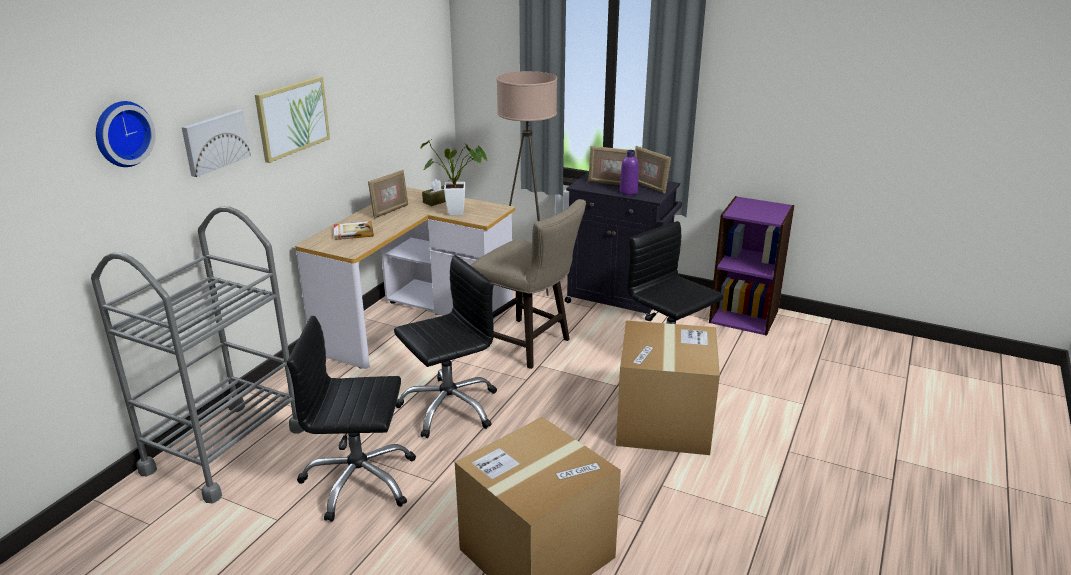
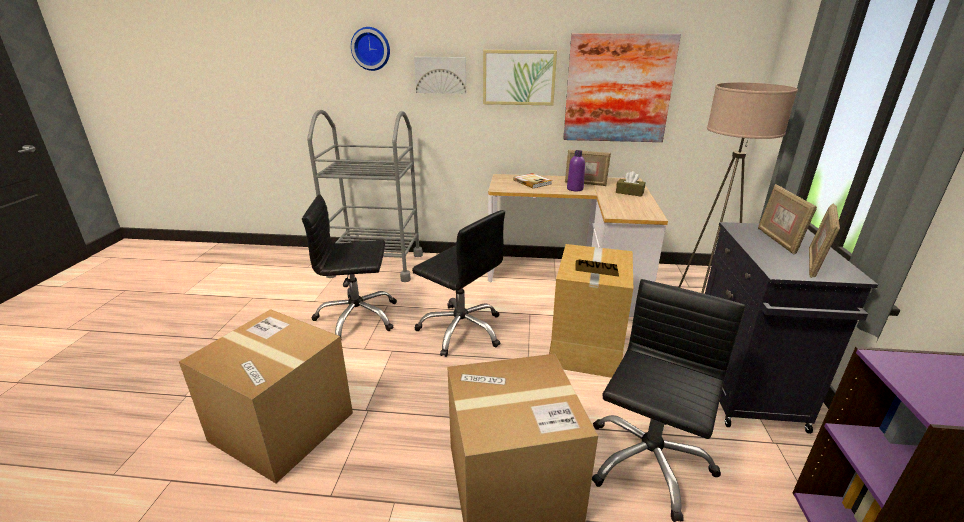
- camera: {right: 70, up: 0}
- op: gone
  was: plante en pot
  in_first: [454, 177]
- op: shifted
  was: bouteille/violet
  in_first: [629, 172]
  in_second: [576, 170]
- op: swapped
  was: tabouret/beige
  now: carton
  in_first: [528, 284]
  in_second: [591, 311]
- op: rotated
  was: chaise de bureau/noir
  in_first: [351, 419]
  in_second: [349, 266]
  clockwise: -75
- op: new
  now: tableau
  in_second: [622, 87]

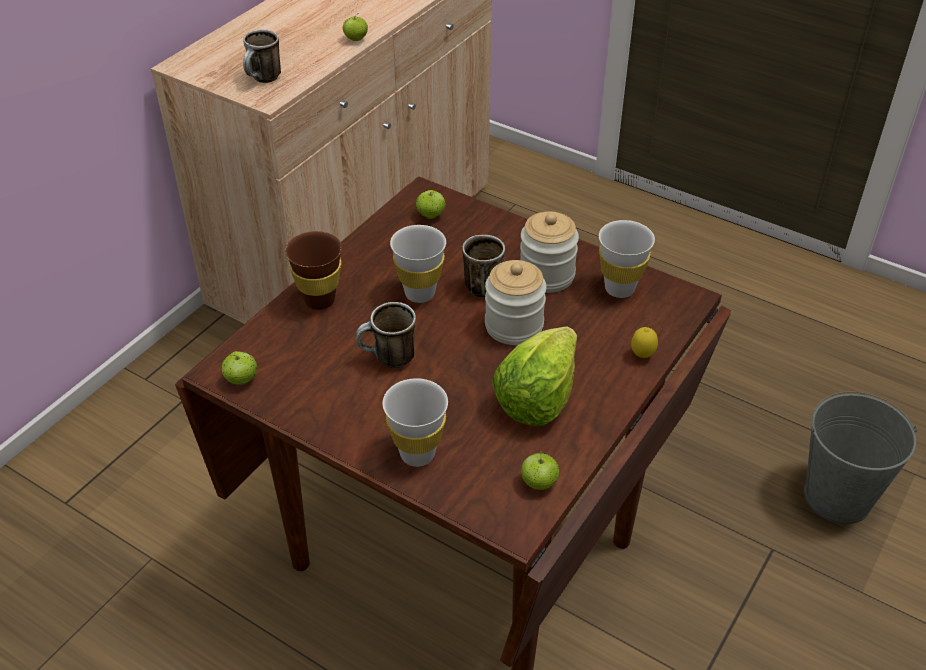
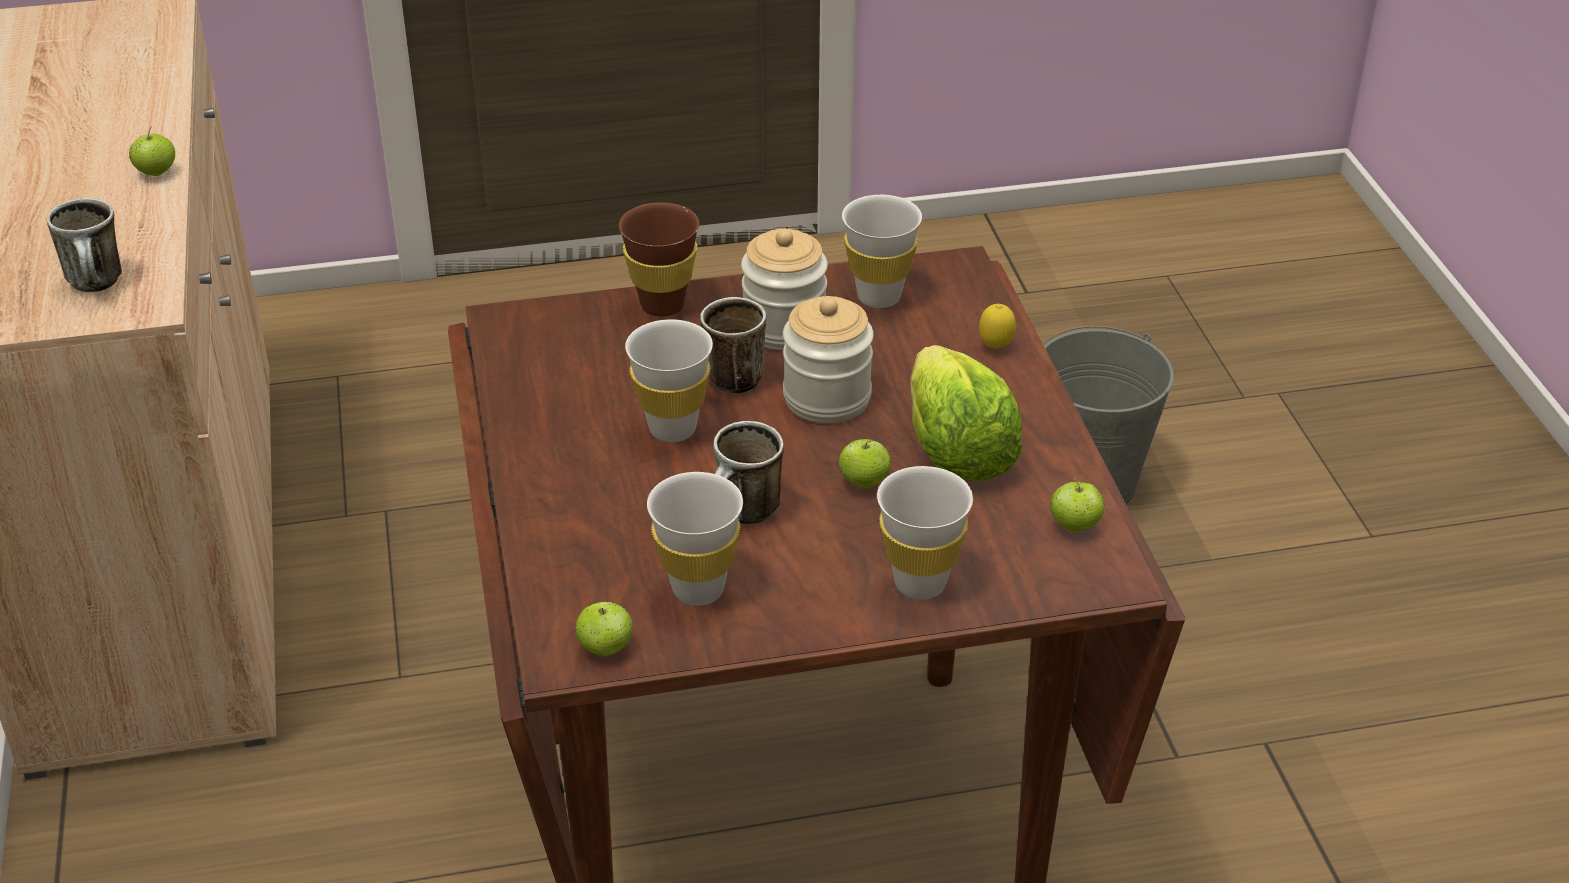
- camera: {right: -45, up: -5}
- op: shifted
  was: pomme
  in_first: [431, 204]
  in_second: [865, 463]
- op: shifted
  was: tasse/marron
  in_first: [313, 270]
  in_second: [659, 259]
- op: new
  now: tasse/blanc
  in_second: [695, 539]

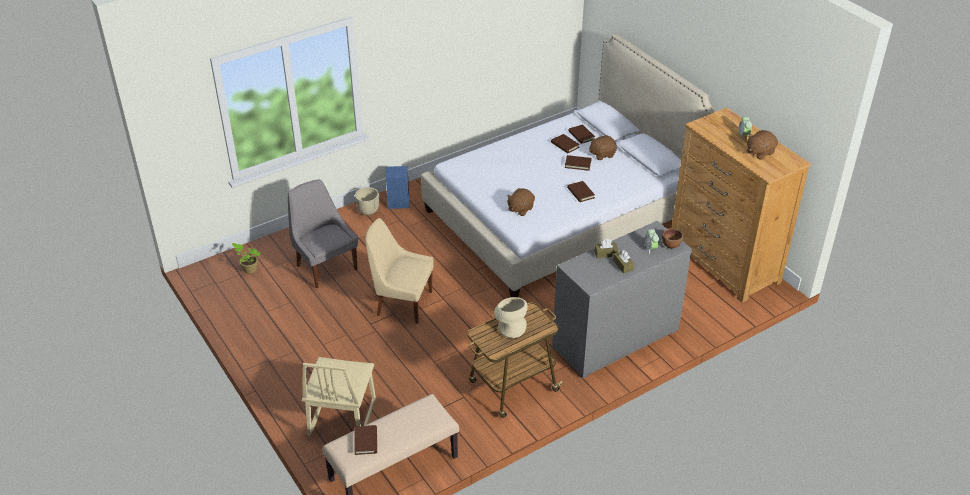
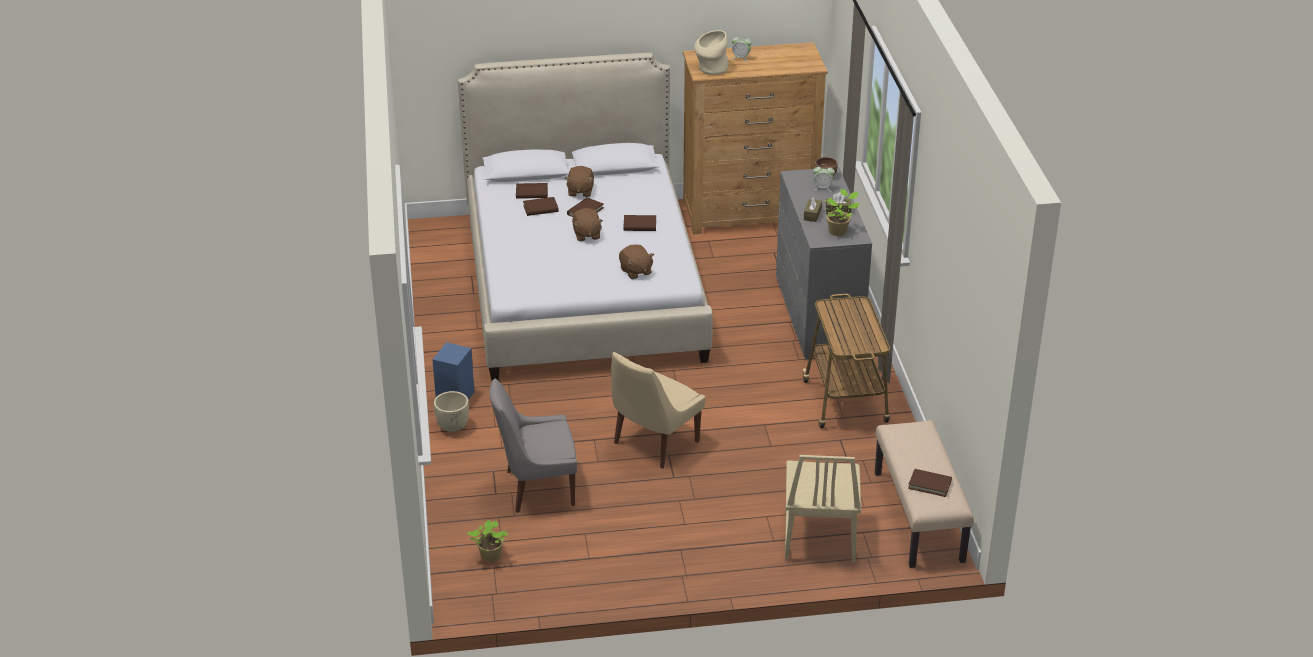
- camera: {right: -65, up: -5}
- op: shifted
  was: peluche/marron
  in_first: [762, 145]
  in_second: [587, 224]
- op: shifted
  was: vase/beige
  in_first: [511, 317]
  in_second: [711, 52]
- op: rotated
  was: chaise/beige
  in_first: [339, 396]
  in_second: [823, 508]
  clockwise: 60
- op: new
  now: plante en pot
  in_second: [842, 212]

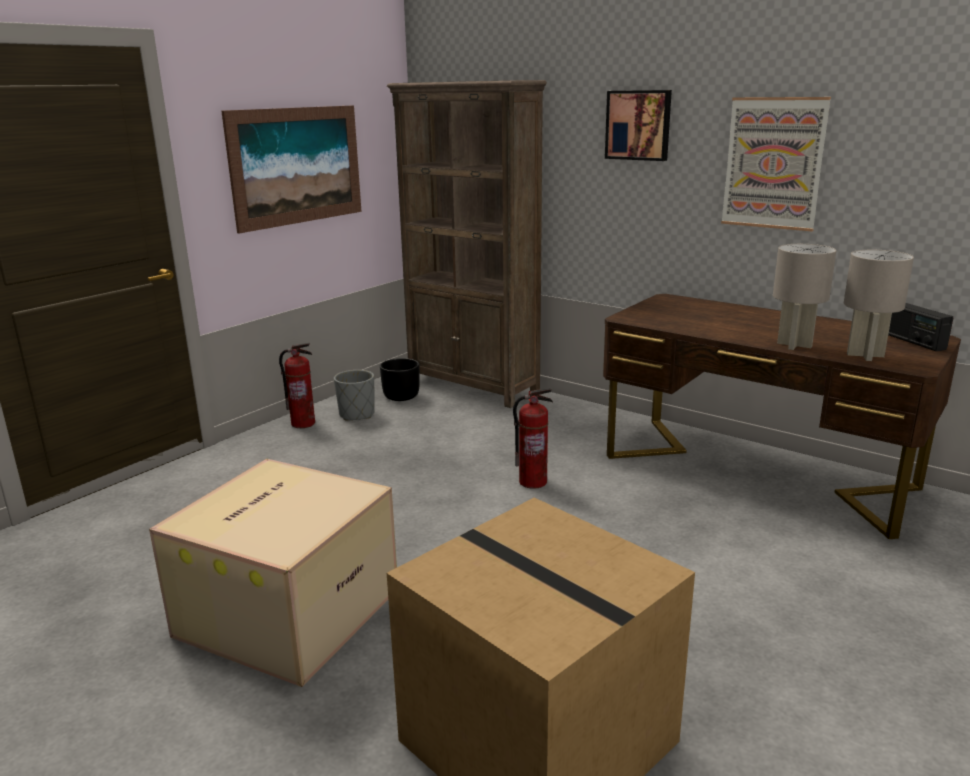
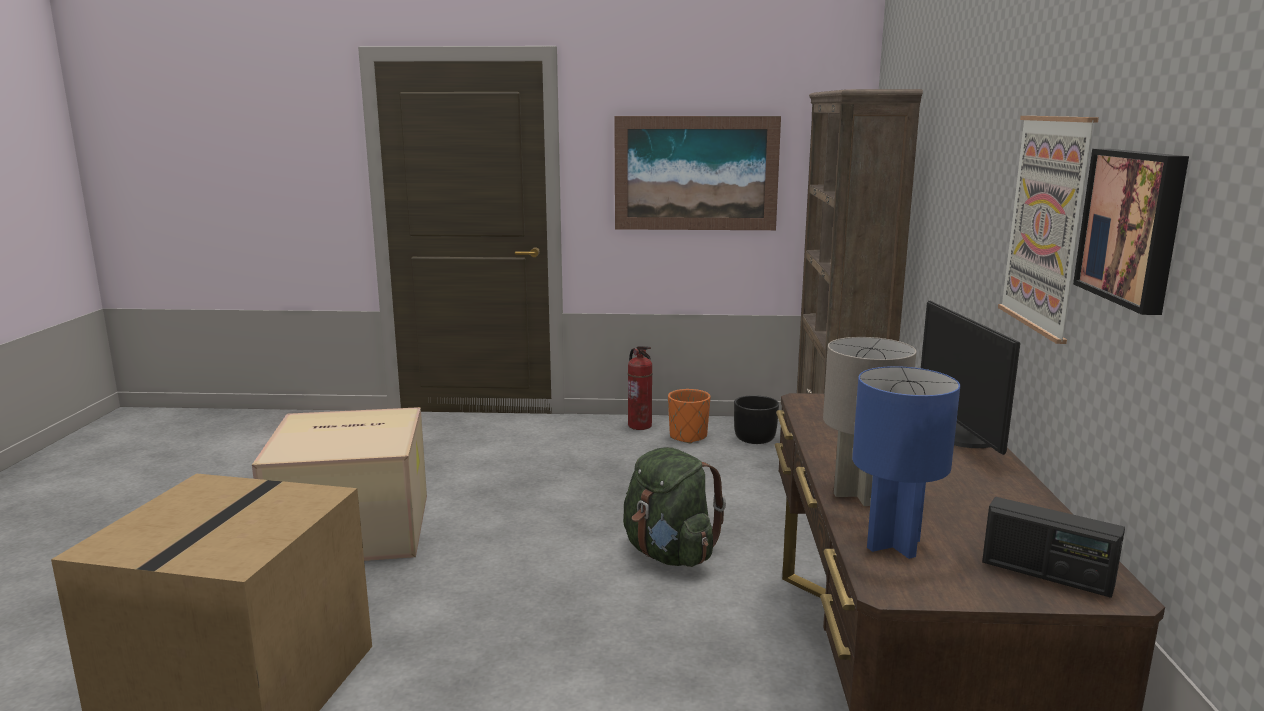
- camera: {right: 55, up: -5}
- op: shifted
  was: tableau
  in_first: [638, 125]
  in_second: [1131, 232]
- op: repainted
  was: lampe de table/gris
  now: lampe de table/bleu
  in_first: [879, 305]
  in_second: [906, 462]
- op: rotated
  was: radio
  in_first: [921, 327]
  in_second: [1053, 547]
  clockwise: -90
- op: repainted
  was: cache-pot/gris
  now: cache-pot/orange
  in_first: [354, 395]
  in_second: [689, 416]
- op: swapped
  was: extincteur
  now: sac à dos/vert
  in_first: [533, 438]
  in_second: [674, 507]
- op: new
  now: écran d'ordinateur
  in_second: [970, 378]

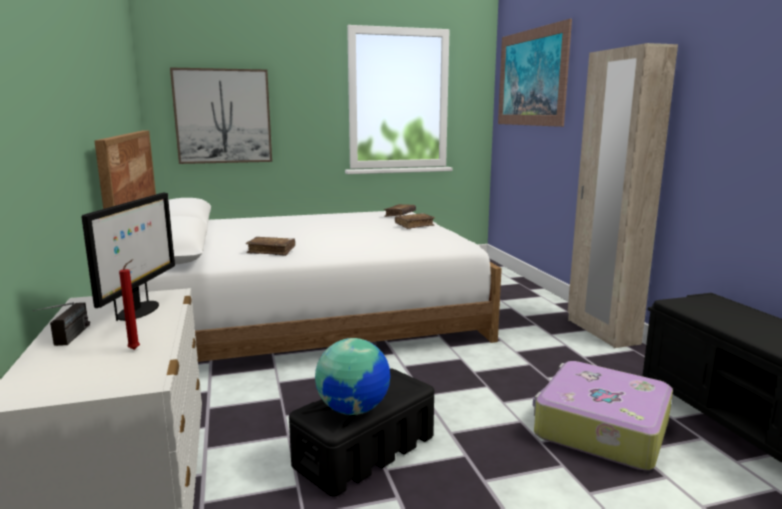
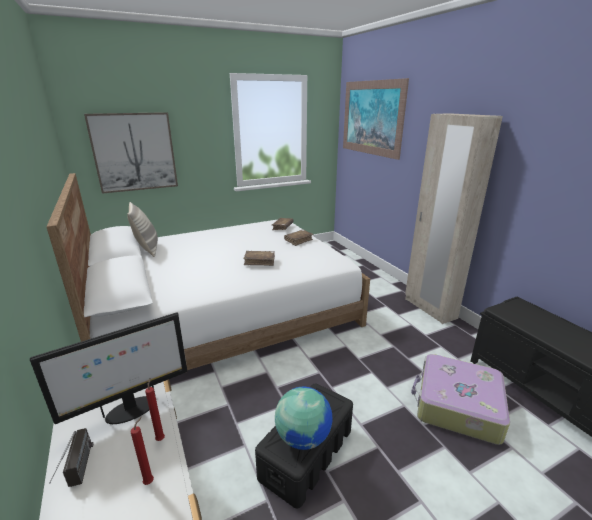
- camera: {right: -10, up: 10}
- op: rotated
  was: écran d'ordinateur
  in_first: [128, 256]
  in_second: [108, 368]
  clockwise: 60
- op: shifted
  was: livre/marron
  in_first: [270, 246]
  in_second: [259, 258]
- op: new
  now: coussin
  in_second: [142, 229]
- op: new
  now: bougie/rouge
  in_second: [155, 409]

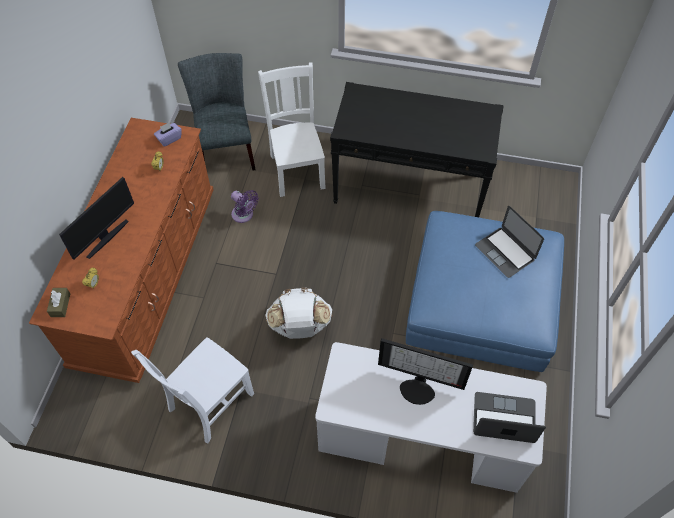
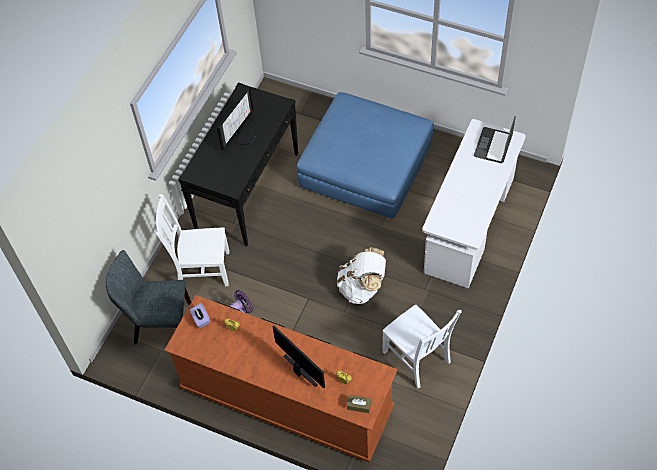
- camera: {right: -75, up: 0}
- op: gone
  was: ordinateur portable
  in_first: [509, 242]
- op: shifted
  was: écran d'ordinateur
  in_first: [425, 371]
  in_second: [236, 118]

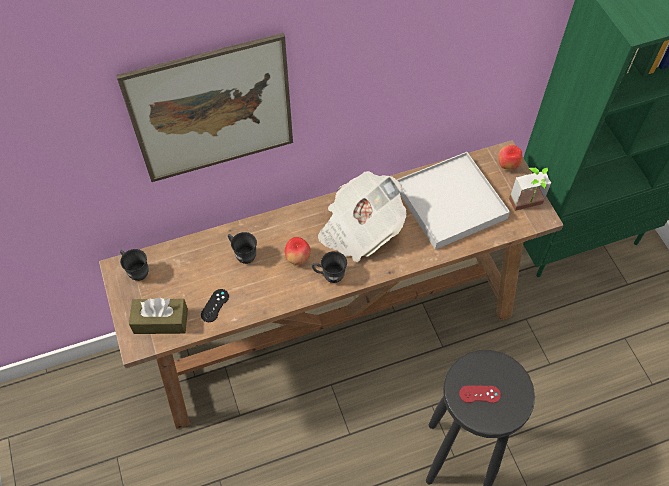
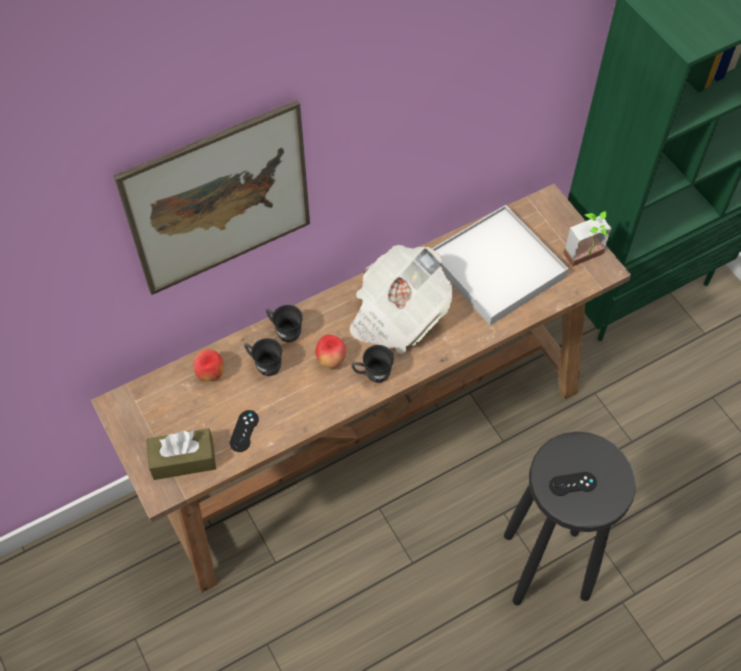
- camera: {right: -10, up: 0}
- op: shifted
  was: pomme
  in_first: [510, 157]
  in_second: [208, 365]
- op: shifted
  was: mug/gris
  in_first: [134, 265]
  in_second: [284, 323]
- op: repainted
  was: manette/rouge
  now: manette/noir
  in_first: [480, 394]
  in_second: [573, 484]

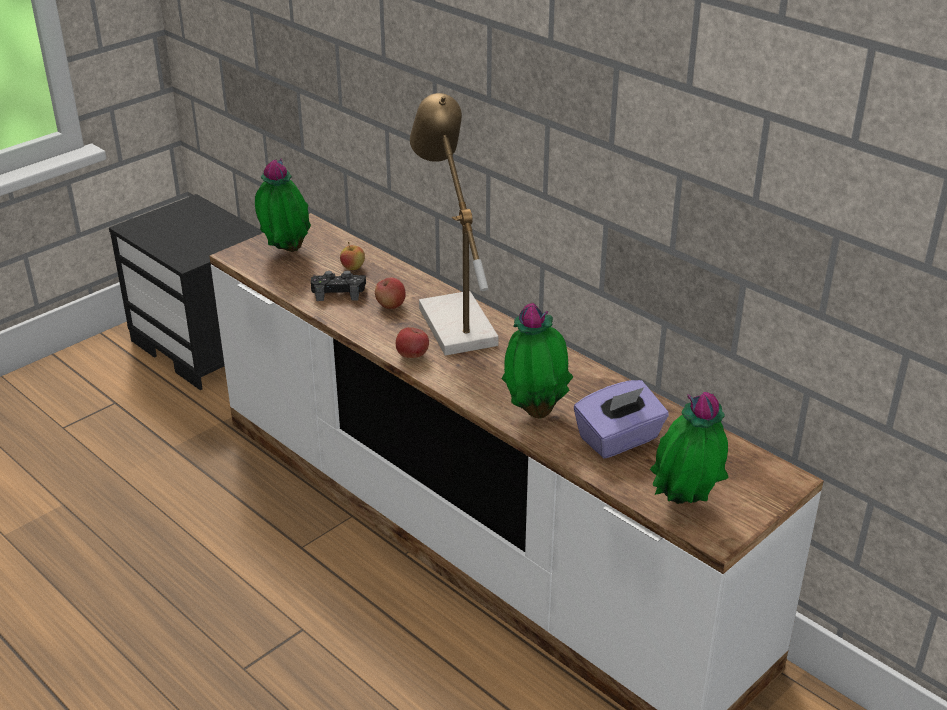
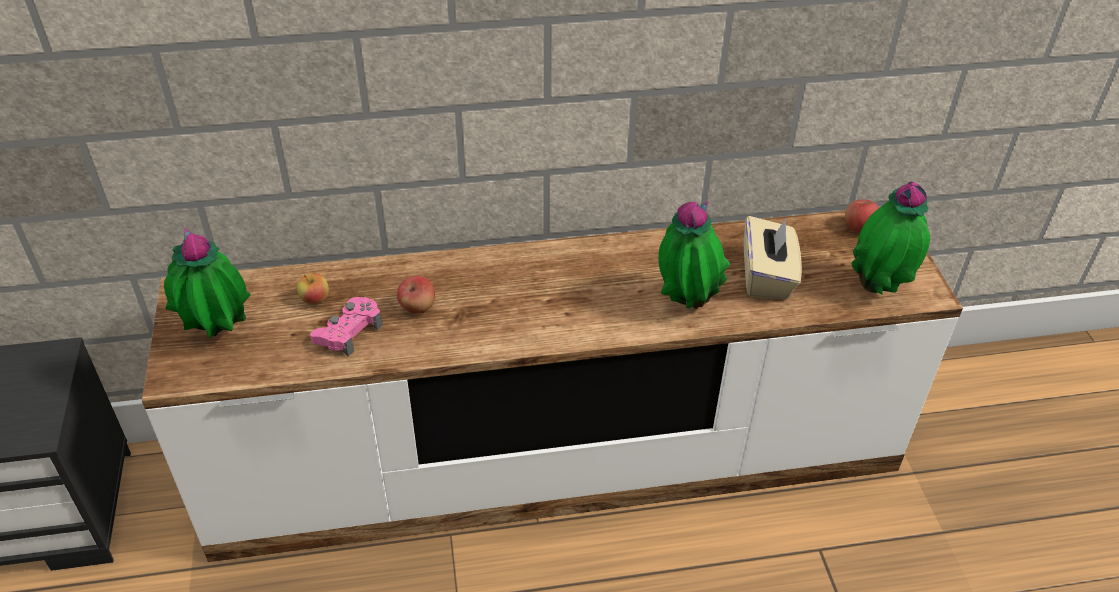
- camera: {right: -55, up: 10}
- op: gone
  was: lampe de table
  in_first: [454, 224]
- op: repainted
  was: manette/noir
  now: manette/rose
  in_first: [338, 286]
  in_second: [346, 326]
- op: shifted
  was: pomme
  in_first: [412, 342]
  in_second: [862, 216]
- op: repainted
  was: boîte à mouchoirs/violet
  now: boîte à mouchoirs/beige
  in_first: [621, 419]
  in_second: [773, 257]

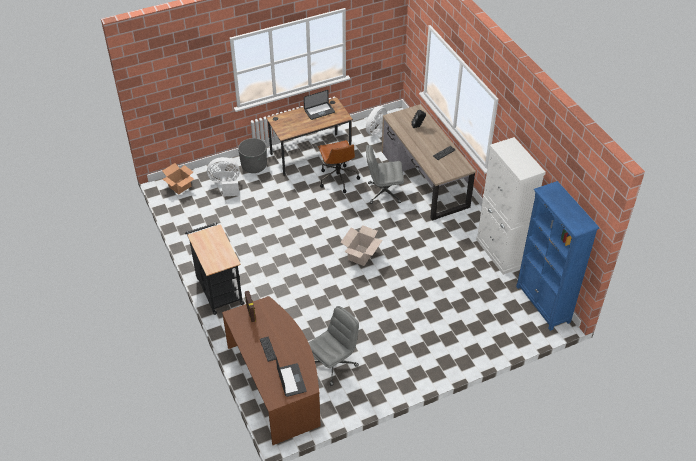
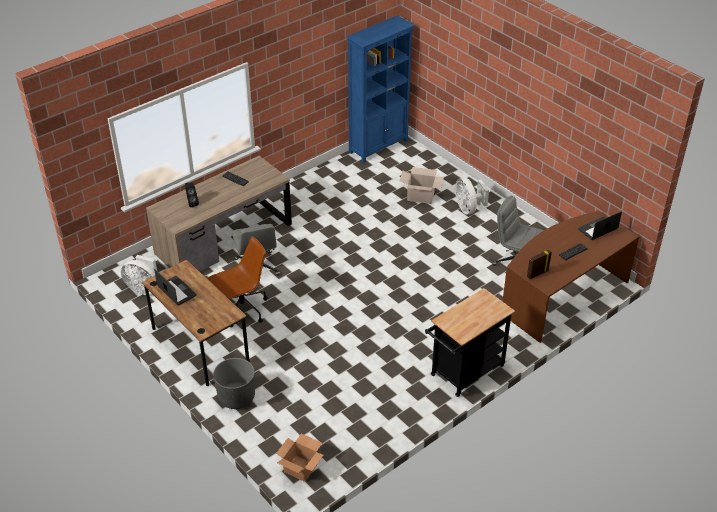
- camera: {right: -105, up: -5}
- op: gone
  was: meuble de rangement/blanc
  in_first: [511, 206]
- op: shifted
  was: ventilateur/blanc
  in_first: [223, 177]
  in_second: [472, 196]
- op: shifted
  was: carton
  in_first: [361, 245]
  in_second: [422, 185]

